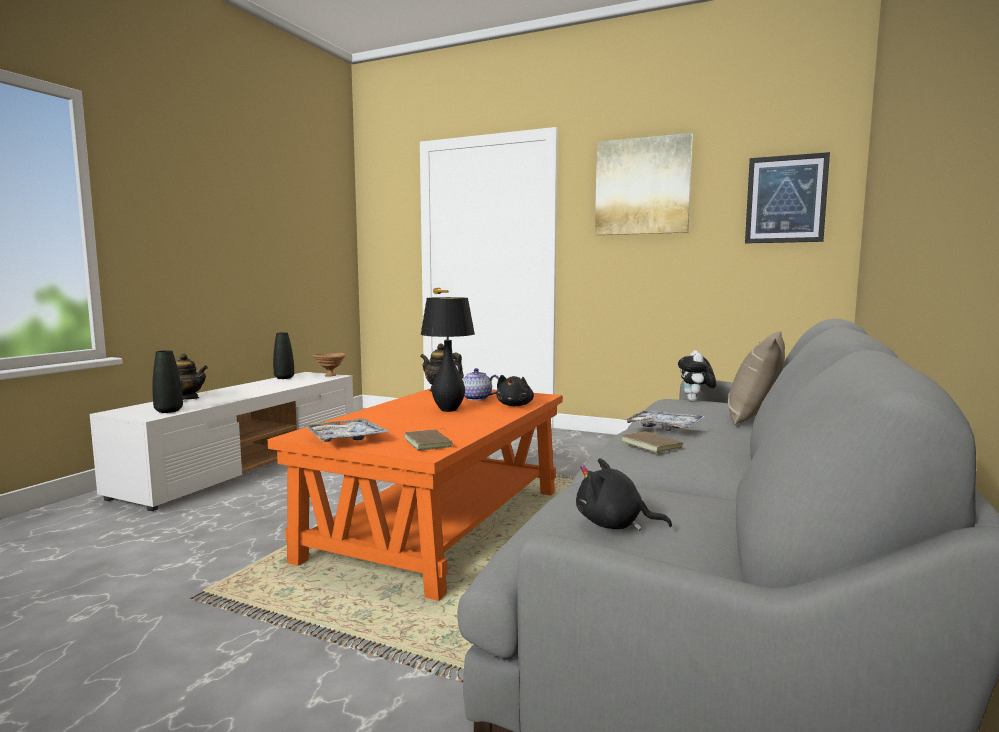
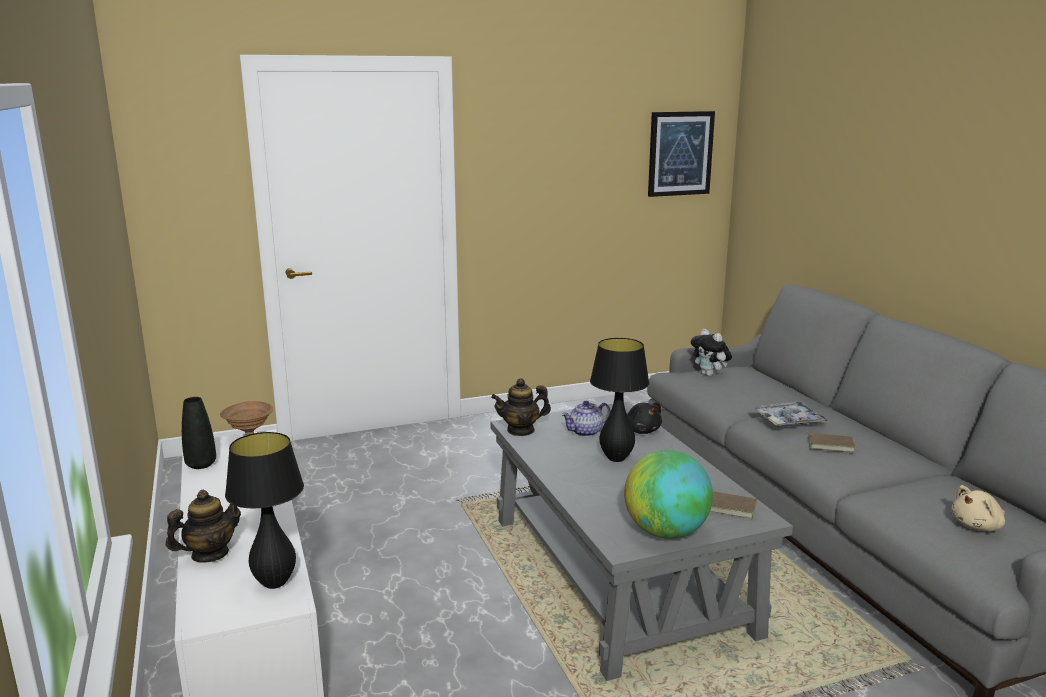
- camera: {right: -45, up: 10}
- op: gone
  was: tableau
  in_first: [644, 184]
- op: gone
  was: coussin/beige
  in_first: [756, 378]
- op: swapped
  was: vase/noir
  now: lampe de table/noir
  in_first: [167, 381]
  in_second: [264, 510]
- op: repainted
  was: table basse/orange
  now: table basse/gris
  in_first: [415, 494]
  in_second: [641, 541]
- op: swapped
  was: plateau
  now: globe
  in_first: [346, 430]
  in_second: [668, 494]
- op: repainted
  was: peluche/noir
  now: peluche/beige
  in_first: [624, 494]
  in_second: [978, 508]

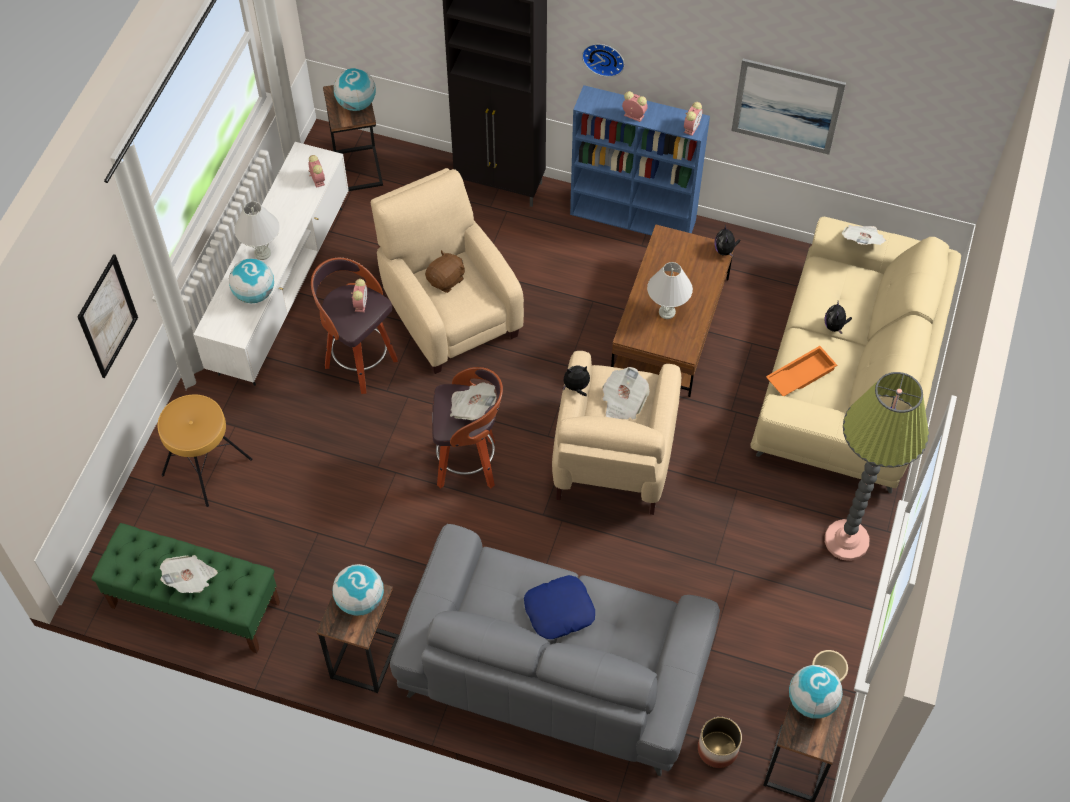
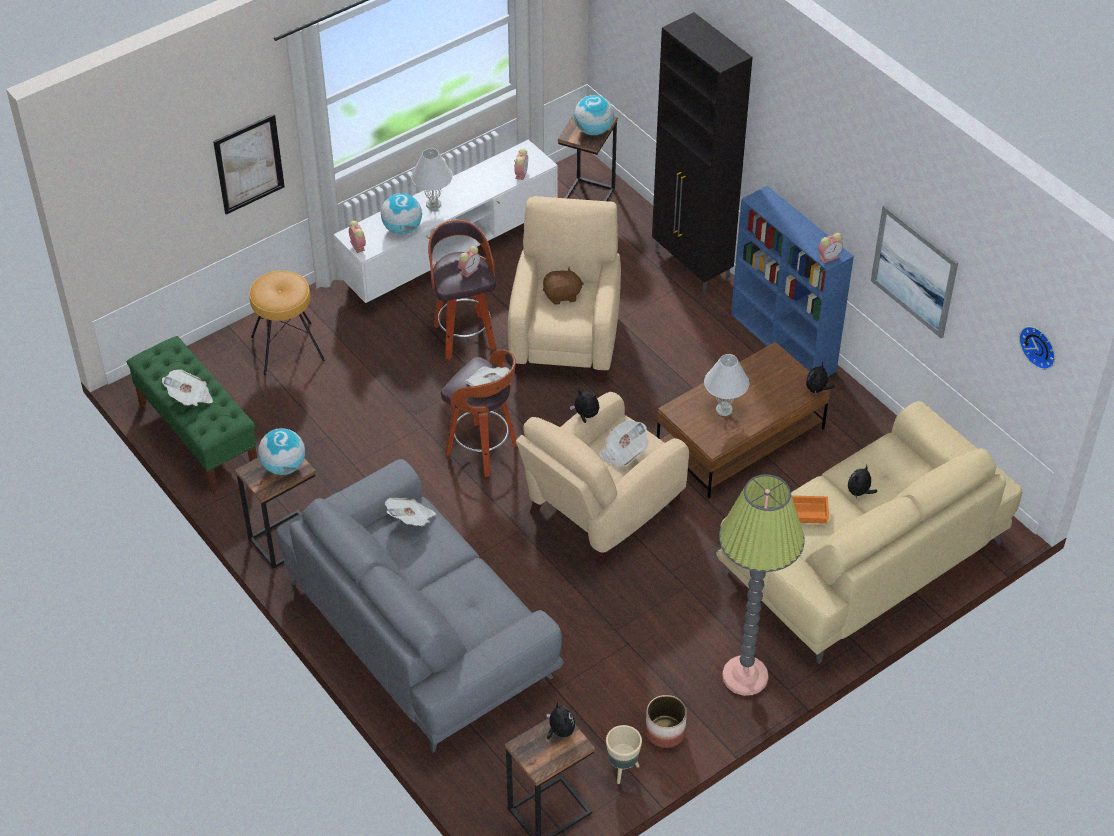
- camera: {right: 35, up: -10}
- op: shifted
  was: horloge murale
  in_first: [603, 60]
  in_second: [1037, 348]
- op: shifted
  was: réveil
  in_first: [635, 106]
  in_second: [357, 237]
- op: shifted
  was: journal
  in_first: [864, 235]
  in_second: [410, 512]
- op: gone
  was: coussin/bleu
  in_first: [559, 607]
- op: swapped
  was: globe
  now: peluche
  in_first: [816, 692]
  in_second: [560, 720]
- op: shifted
  was: cache-pot
  in_first: [720, 742]
  in_second: [666, 721]

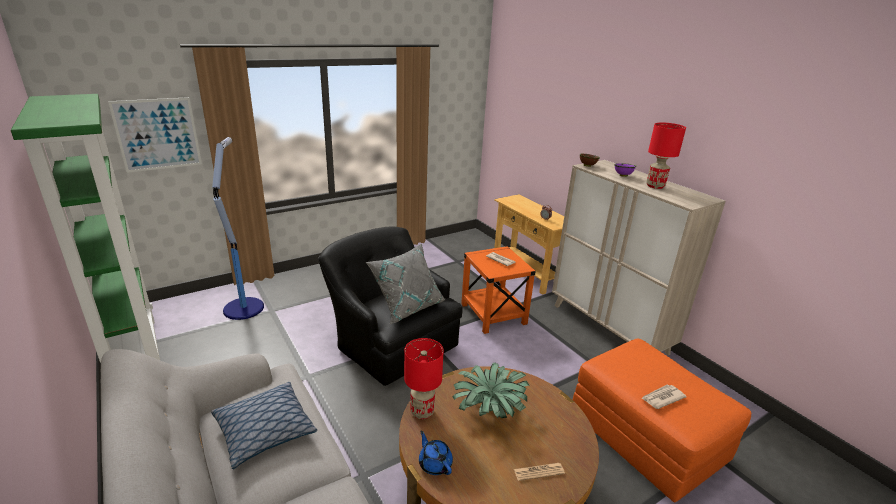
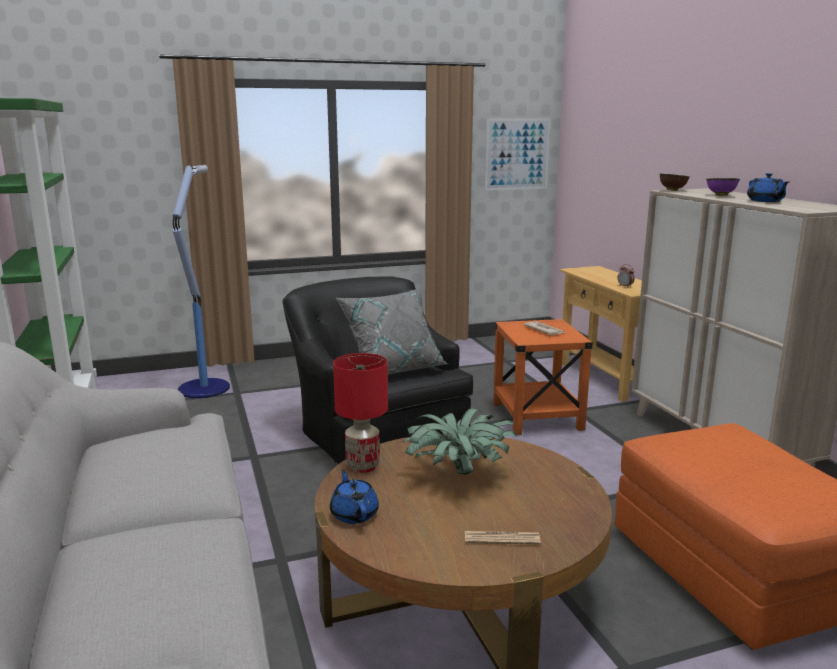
- camera: {right: 15, up: -10}
- op: shifted
  was: tableau
  in_first: [155, 135]
  in_second: [517, 154]
- op: swapped
  was: lampe de table/rouge
  now: théière/bleu
  in_first: [666, 156]
  in_second: [768, 187]
- op: gone
  was: coussin
  in_first: [264, 425]
- op: gone
  was: journal
  in_first: [664, 396]

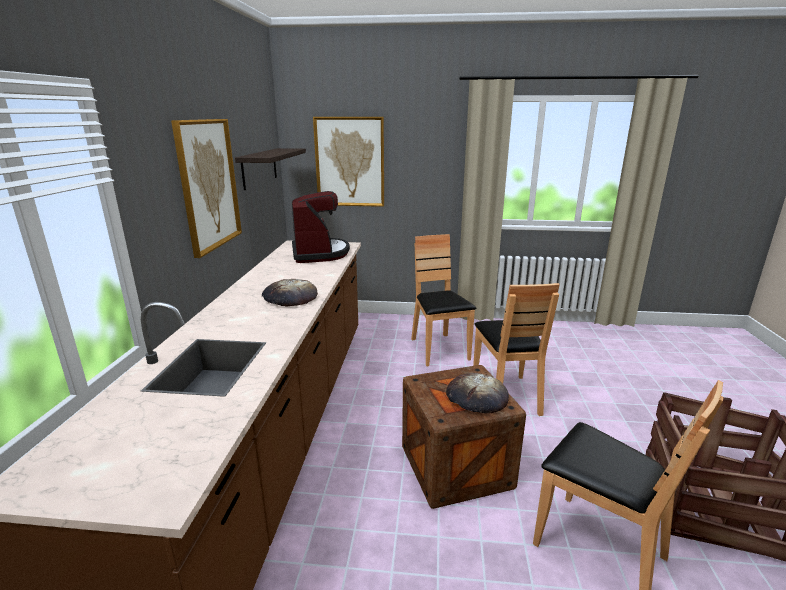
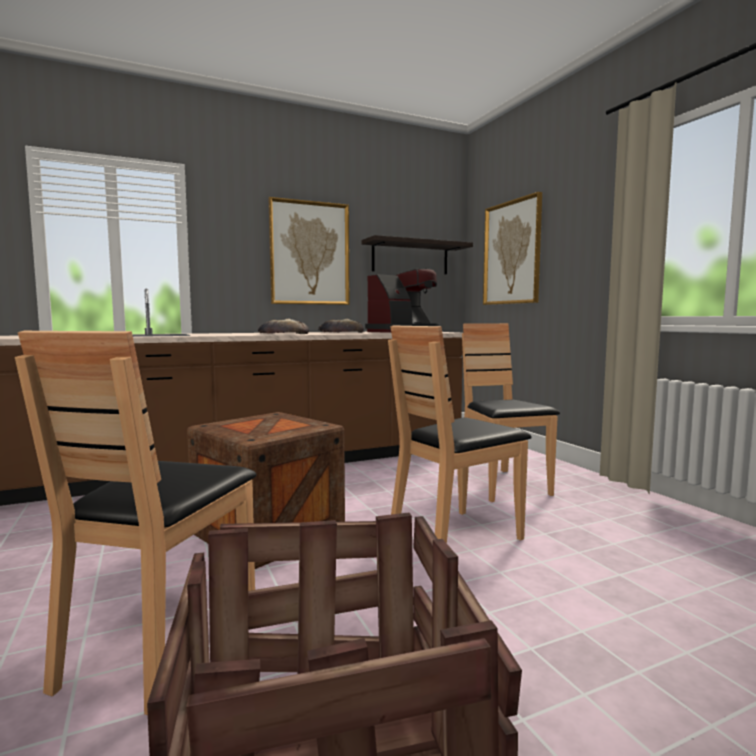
- camera: {right: 60, up: -15}
- op: rotated
  was: chaise/marron
  in_first: [443, 300]
  in_second: [508, 412]
  clockwise: -60
- op: shifted
  was: pain
  in_first: [477, 393]
  in_second: [341, 325]

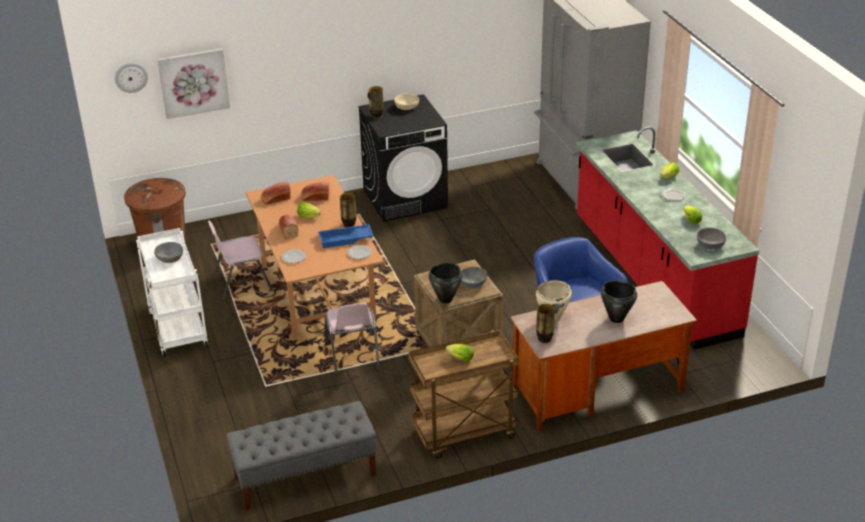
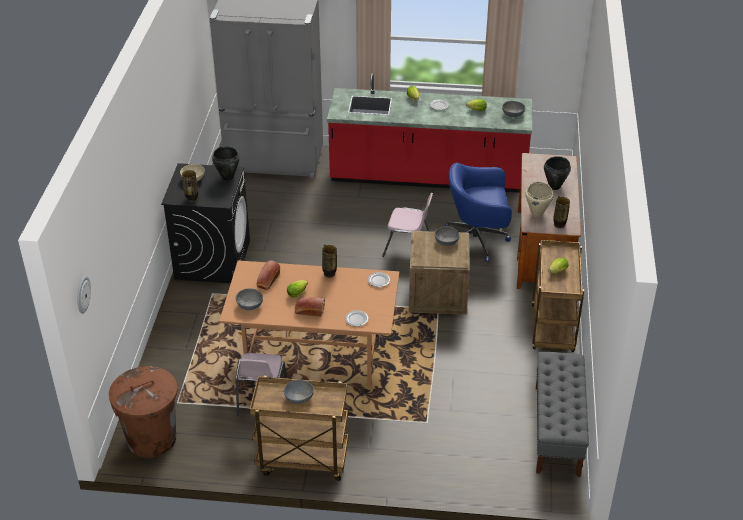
- camera: {right: -65, up: 5}
- op: gone
  was: tableau
  in_first: [193, 83]
- op: swapped
  was: pain
  now: bol/gris
  in_first: [275, 193]
  in_second: [249, 299]
- op: gone
  was: plateau/bleu
  in_first: [346, 236]
- op: repainted
  was: chariot/blanc
  now: chariot/marron
  in_first: [172, 292]
  in_second: [298, 428]
- op: shifted
  was: marmite/noir
  in_first: [445, 283]
  in_second: [226, 163]
- op: shifted
  was: chaise/rose
  in_first: [352, 339]
  in_second: [407, 225]

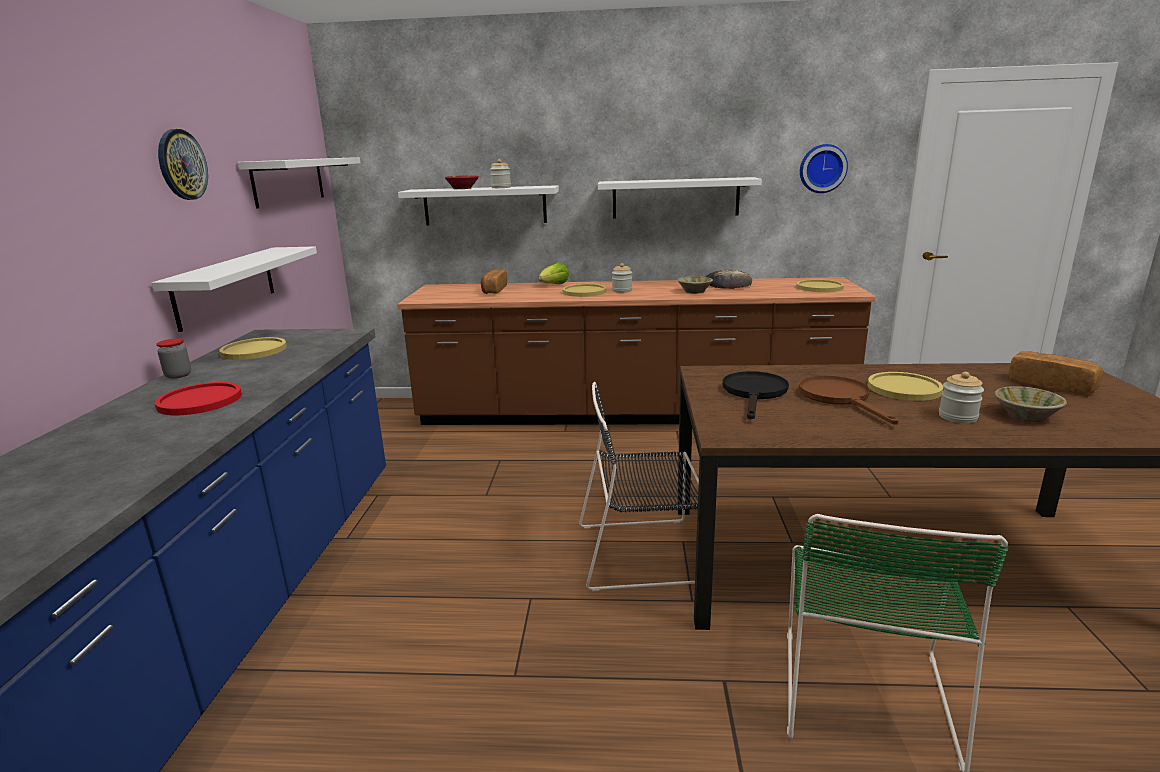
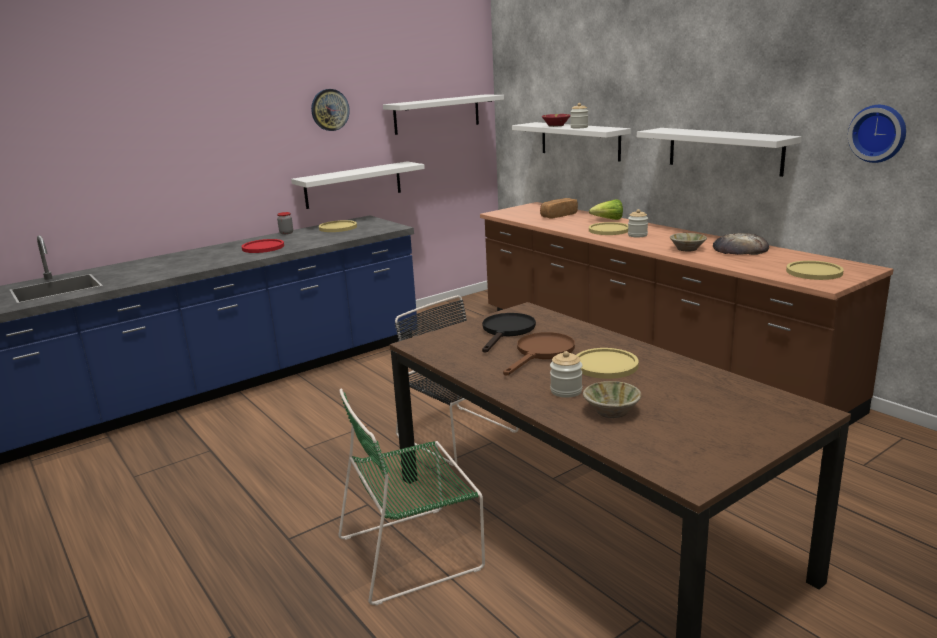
- camera: {right: 50, up: 0}
- op: gone
  was: pain
  in_first: [1056, 373]
- op: rotated
  was: poêle/noir
  in_first: [756, 395]
  in_second: [509, 333]
  clockwise: -45

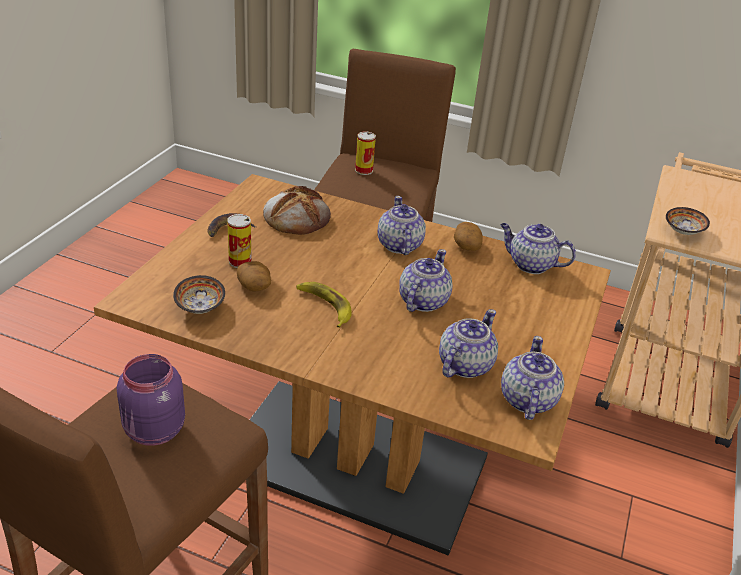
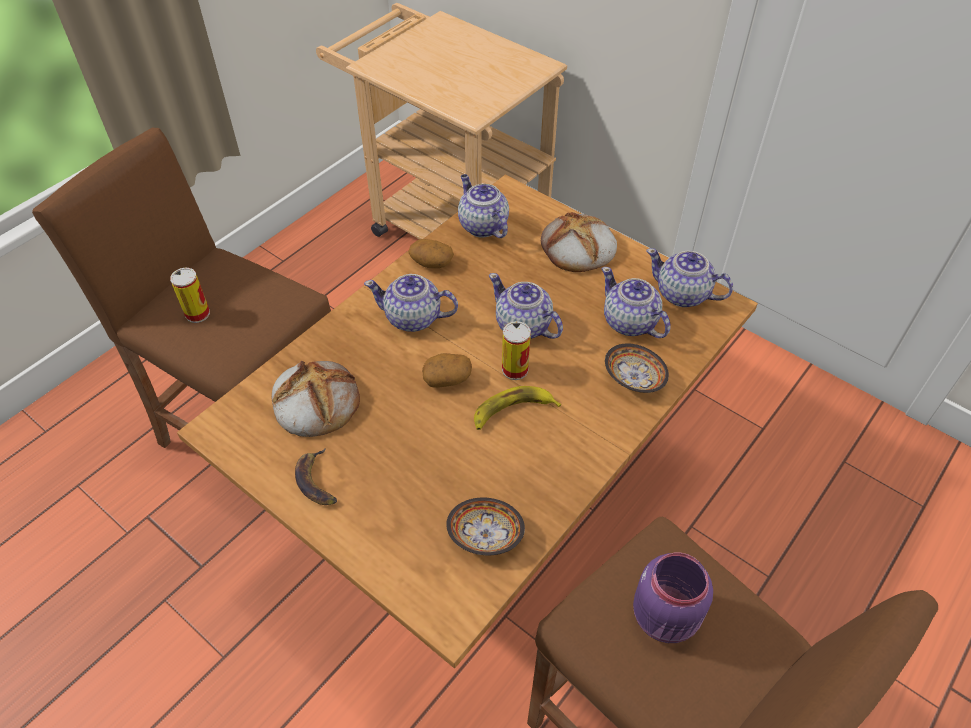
- camera: {right: -70, up: 15}
- op: shifted
  was: bol
  in_first: [688, 221]
  in_second: [637, 368]
- op: shifted
  was: boîte métallique
  in_first: [239, 241]
  in_second: [516, 350]
- op: rotated
  was: théière
  in_first: [538, 248]
  in_second: [483, 206]
  clockwise: 105
- op: shifted
  was: pomme de terre
  in_first: [254, 276]
  in_second: [447, 370]
- op: new
  now: pain
  in_second: [579, 242]

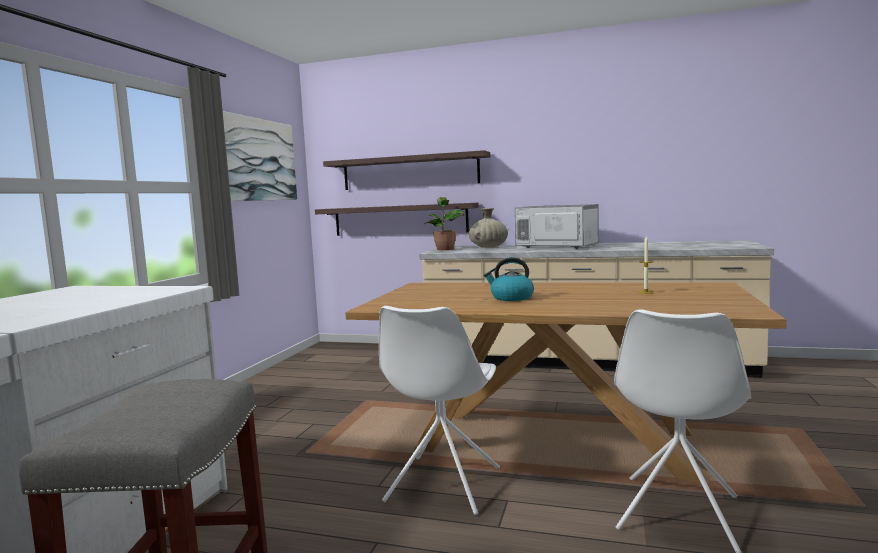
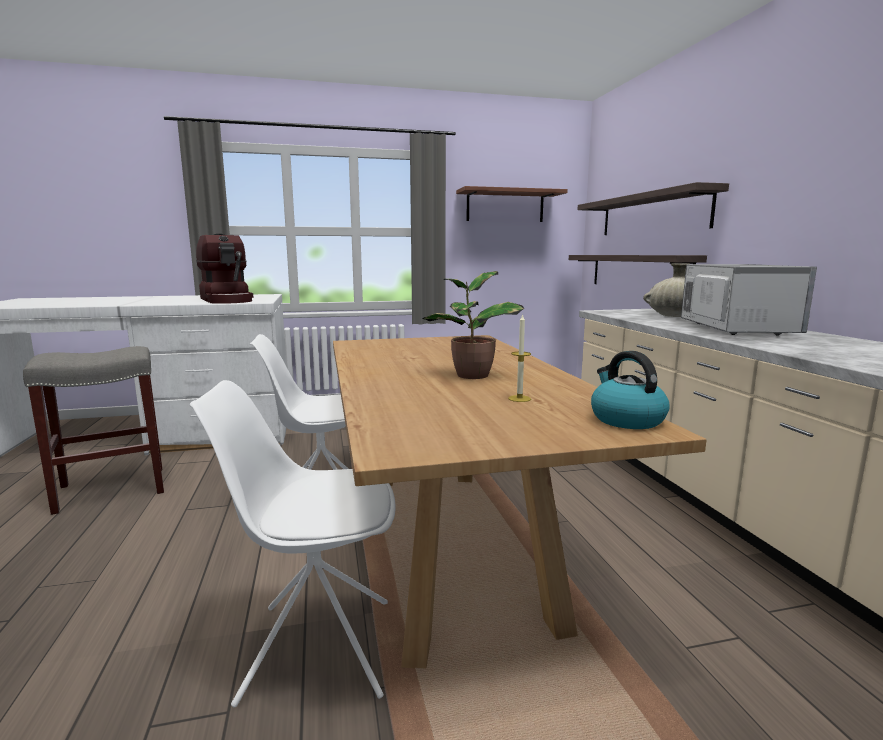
- camera: {right: 60, up: 5}
- op: swapped
  was: tableau
  now: étagère/marron
  in_first: [260, 156]
  in_second: [512, 204]
- op: shifted
  was: plante en pot
  in_first: [444, 223]
  in_second: [473, 325]
- op: shifted
  was: bouilloire
  in_first: [509, 279]
  in_second: [630, 390]
- op: new
  now: machine à café
  in_second: [225, 269]

